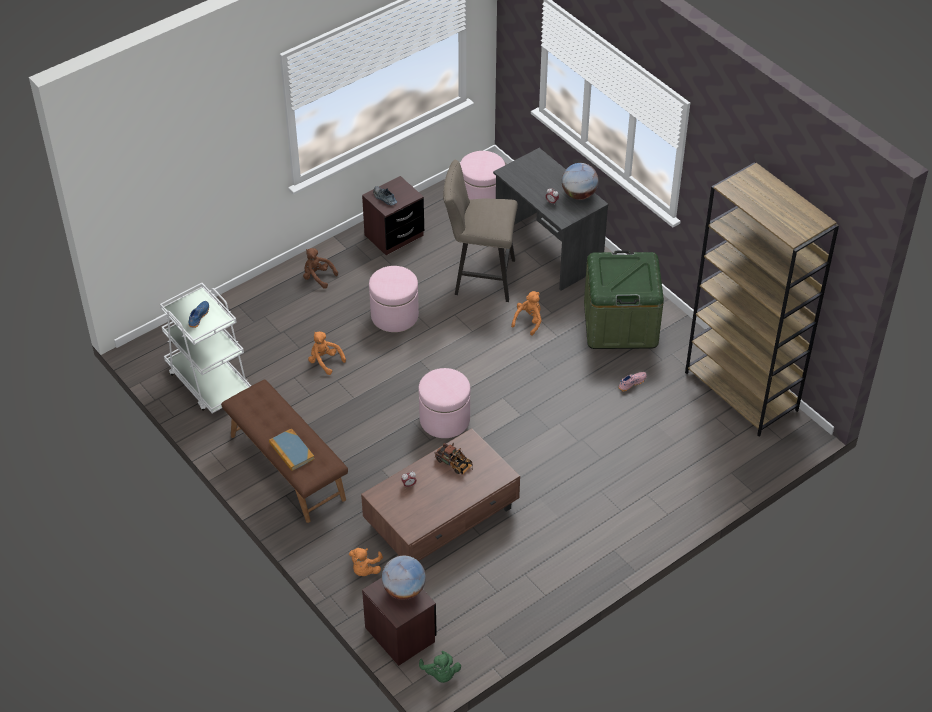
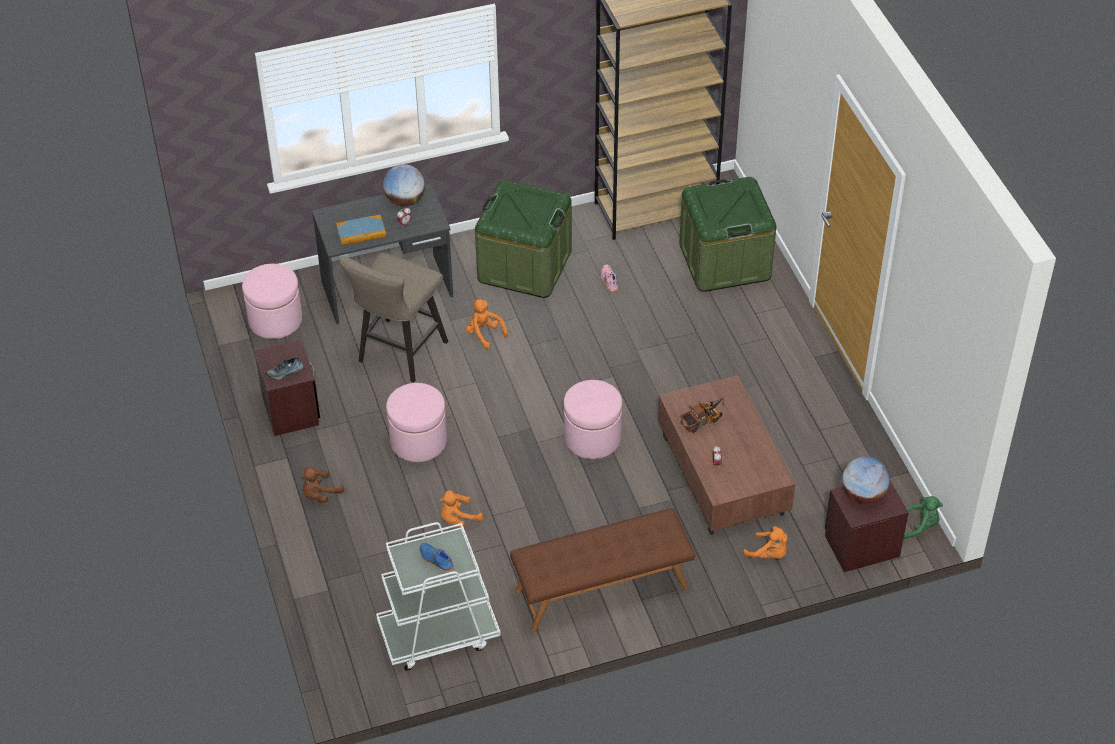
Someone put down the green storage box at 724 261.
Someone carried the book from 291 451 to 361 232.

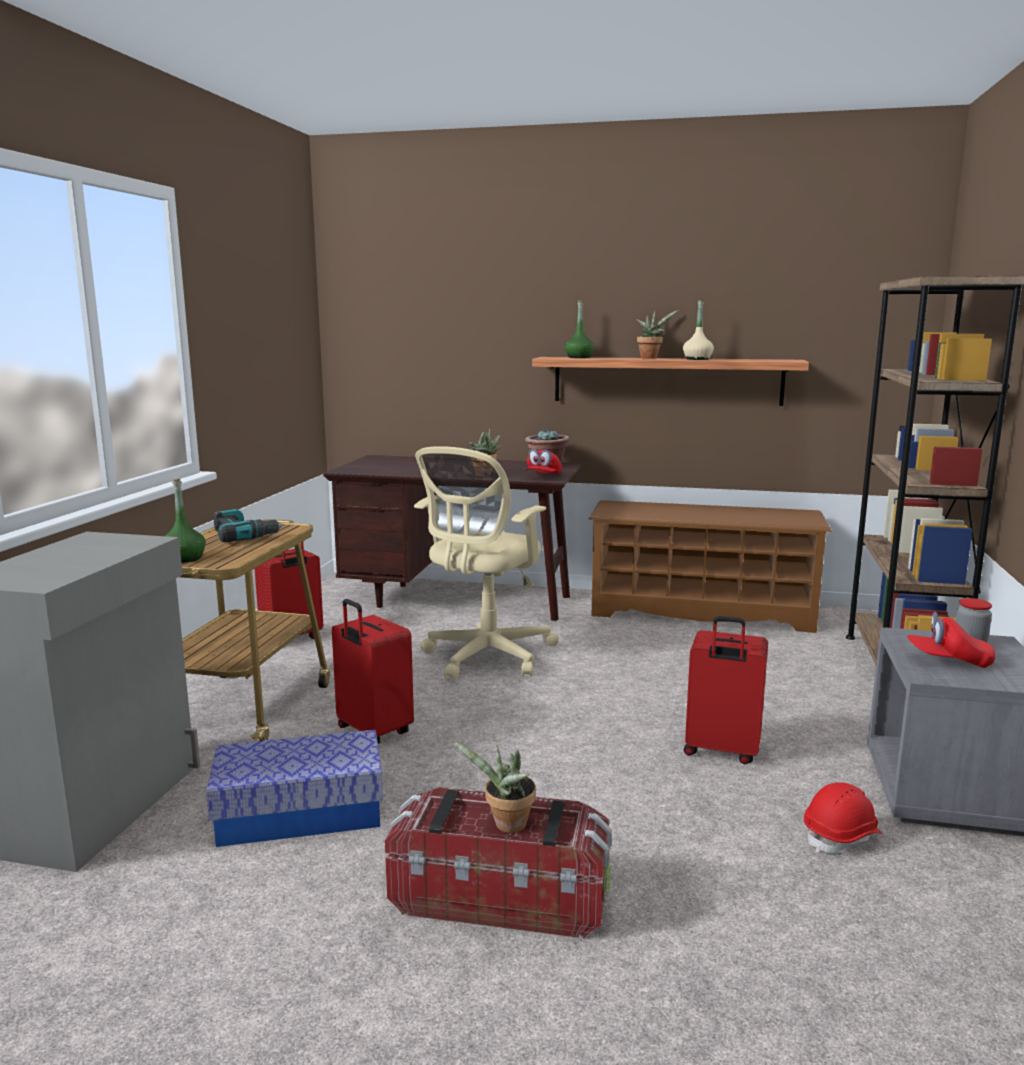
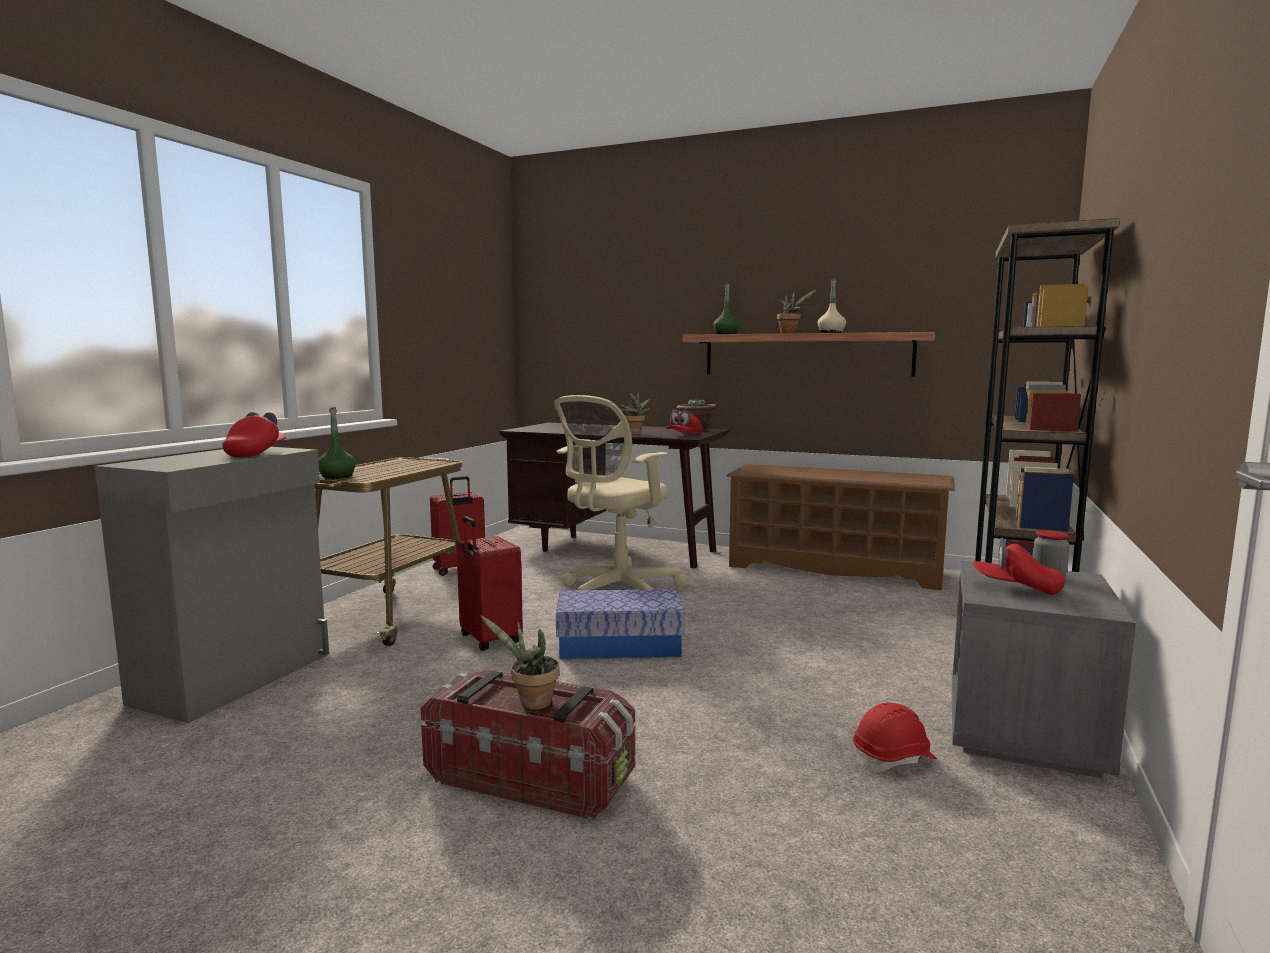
Someone took away the power drill at 244 536.
Someone took away the red suitcase at 721 751.
Someone put down the red cap at 256 453.
Someone carried the storage box from 300 813 to 620 645.

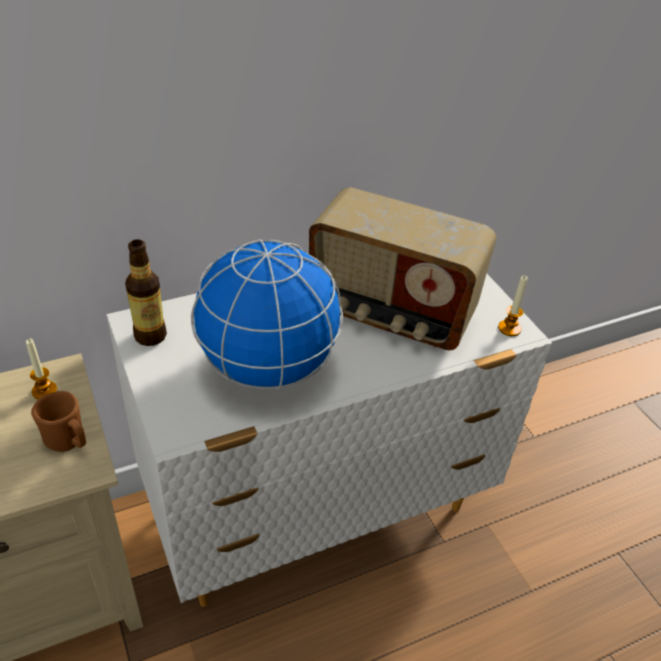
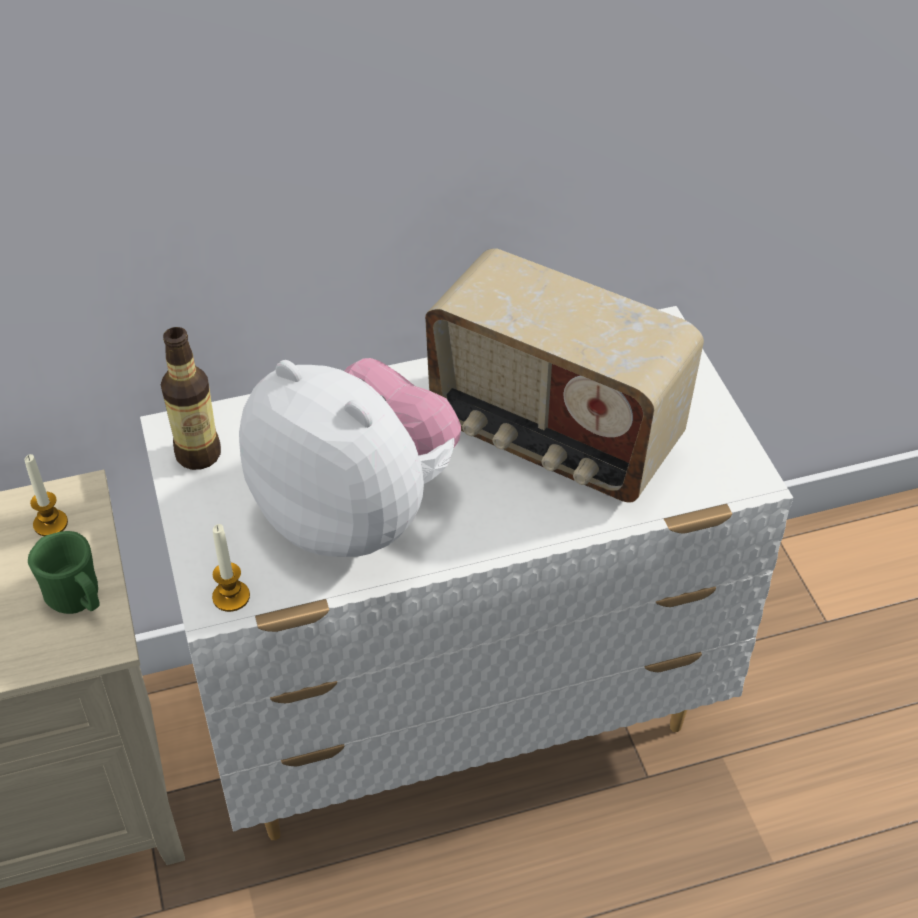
Someone carried the candle from 509 328 to 231 597.
Someone swapped the globe at 267 368 for the plush toy at 356 513.
Someone repainted the brown mug at 68 442, which became the green mug at 78 600.

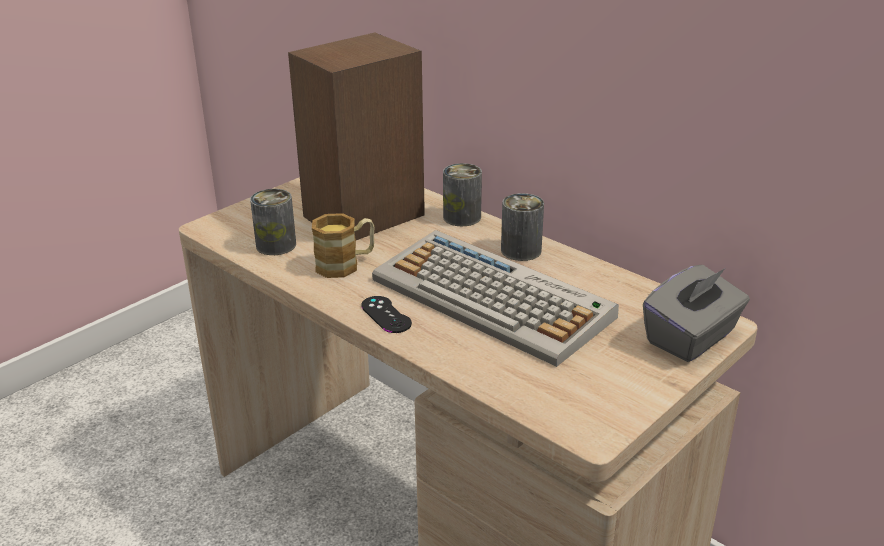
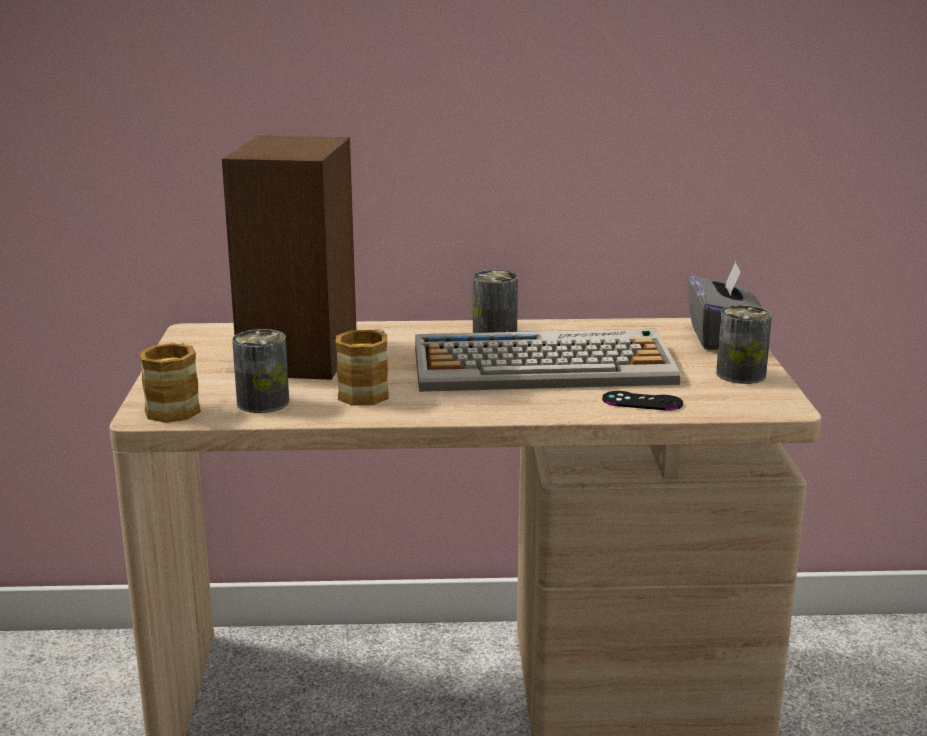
Someone put down the mug at 175 406.
Someone carried the black game controller from 386 315 to 642 401.
Someone carried the can from 462 217 to 740 374.

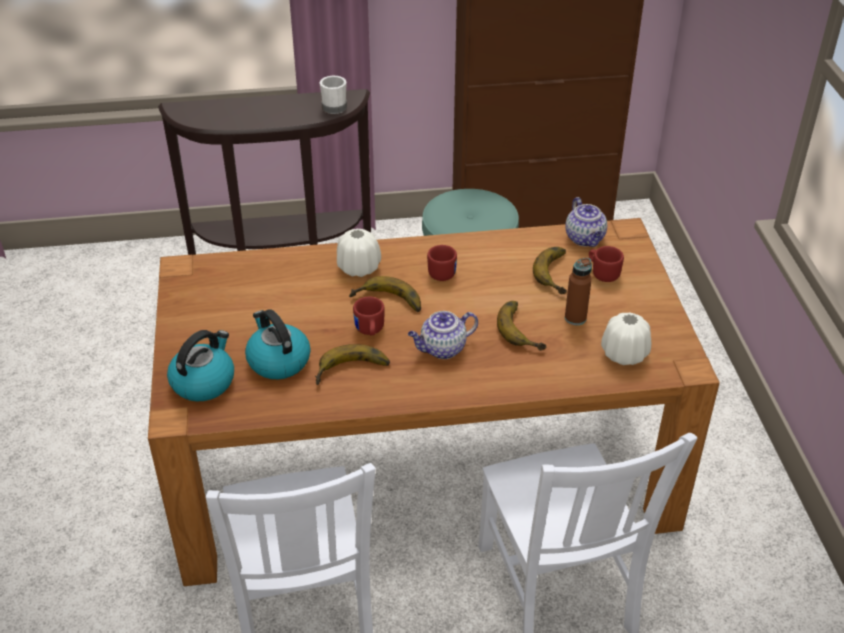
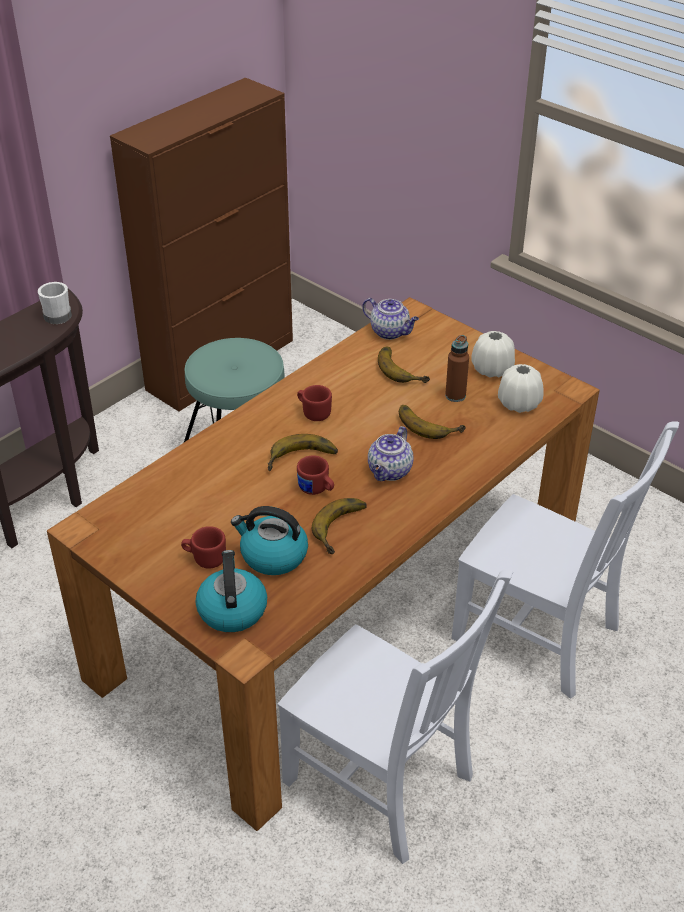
Someone carried the white vase from 358 268 to 492 369.
Someone carried the red mug from 602 273 to 205 558.

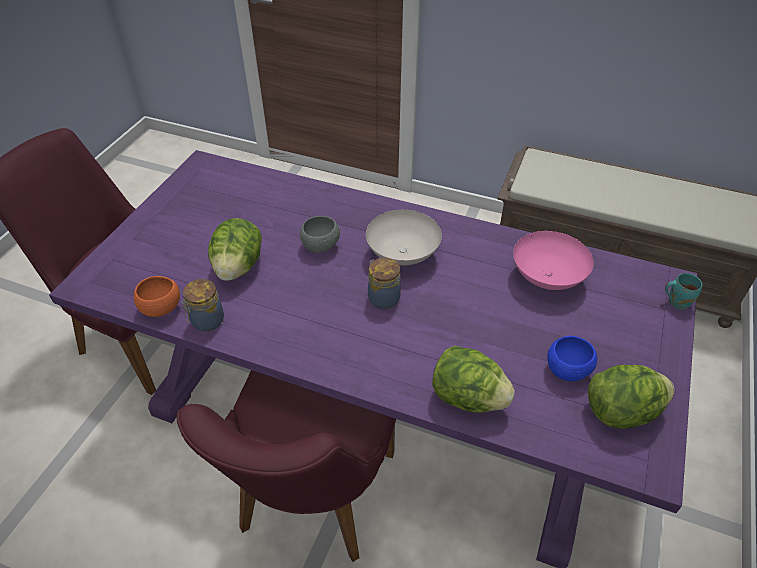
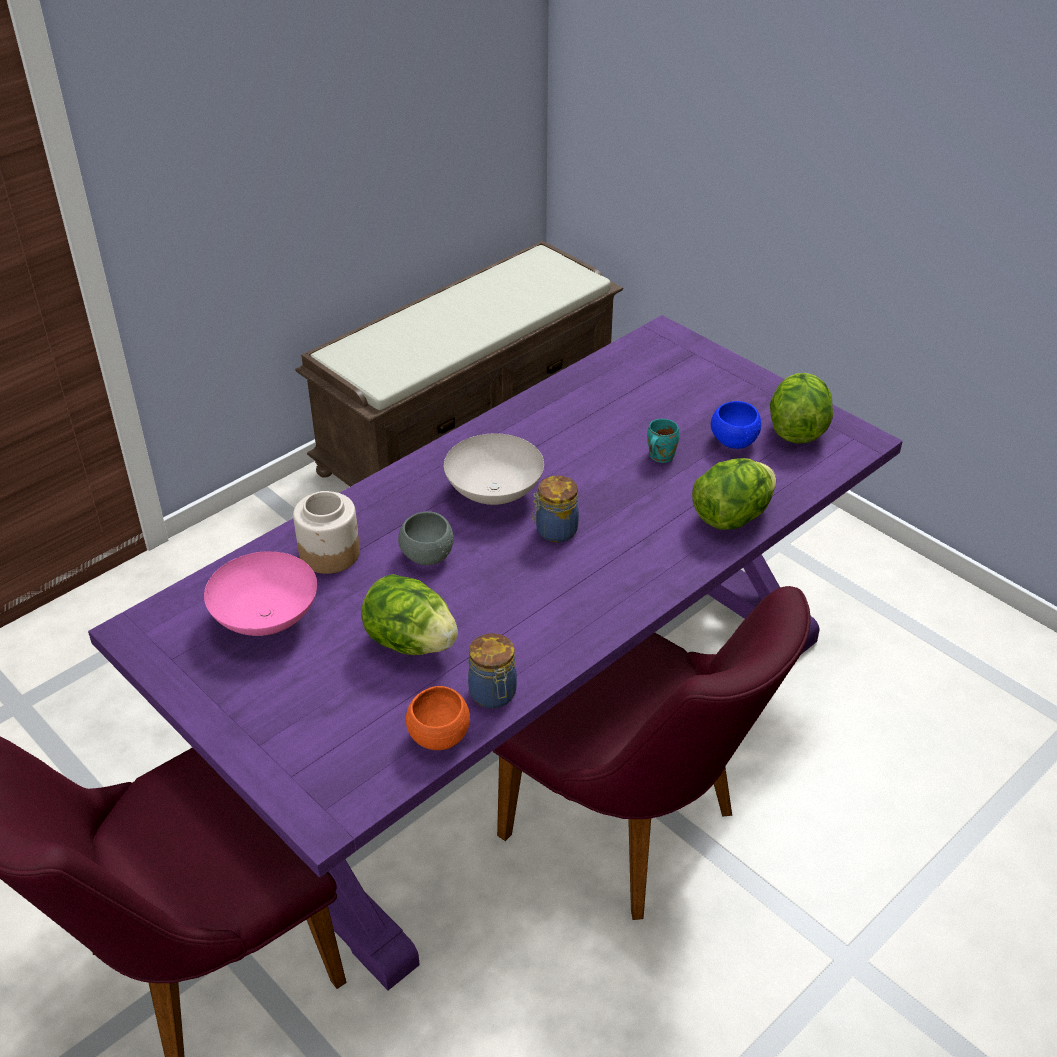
Someone put down the jar at 330 553.
Someone carried the pink bowl from 547 277 to 265 617.
Someone carried the turquoise mug from 677 301 to 659 456.

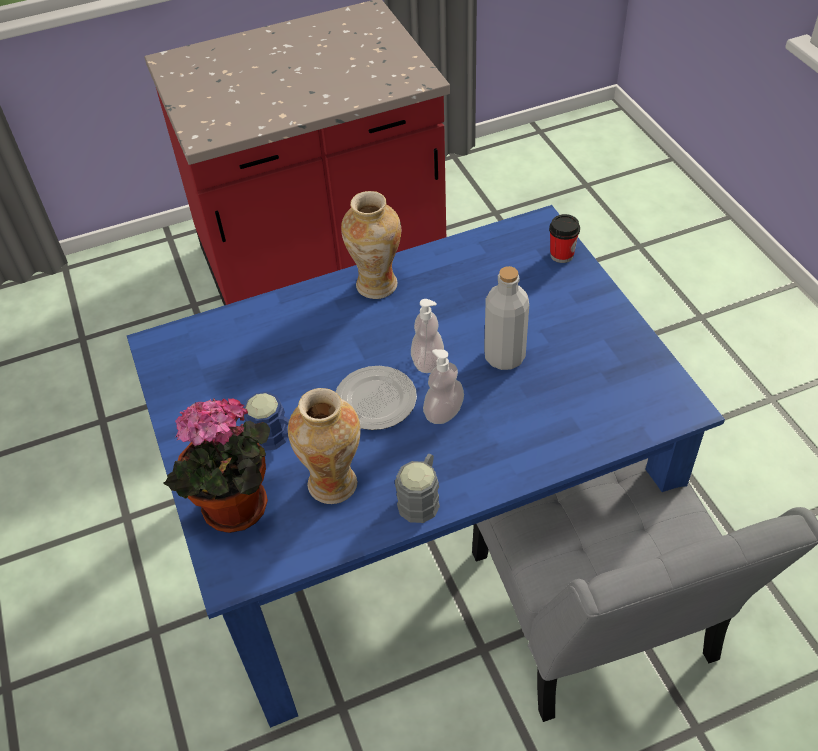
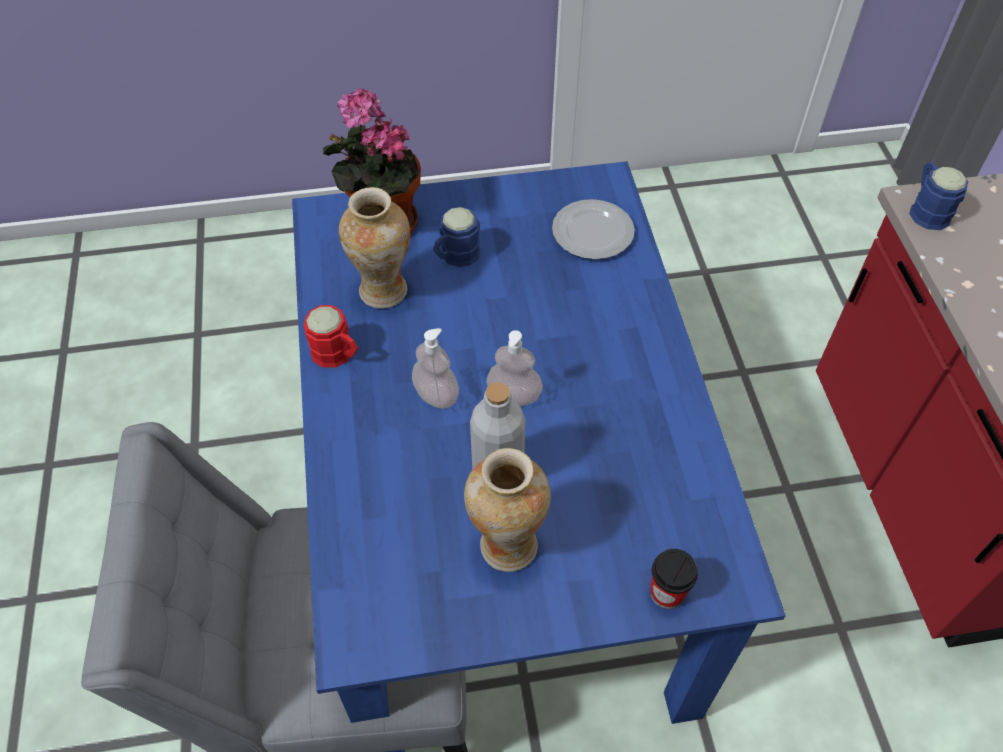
Someone put down the blue mug at 926 209.
Someone carried the plate from 376 401 to 591 233.
Someone carried the vase from 376 286 to 506 545.
Someone repainted the grey mug at 421 498, which became the red mug at 338 355.

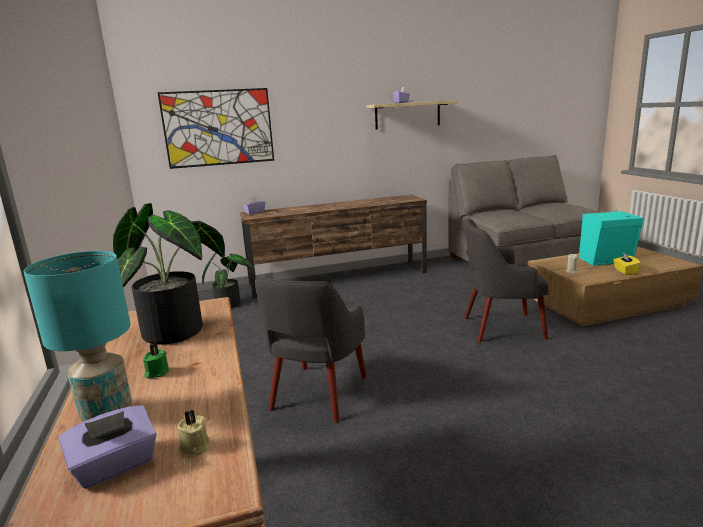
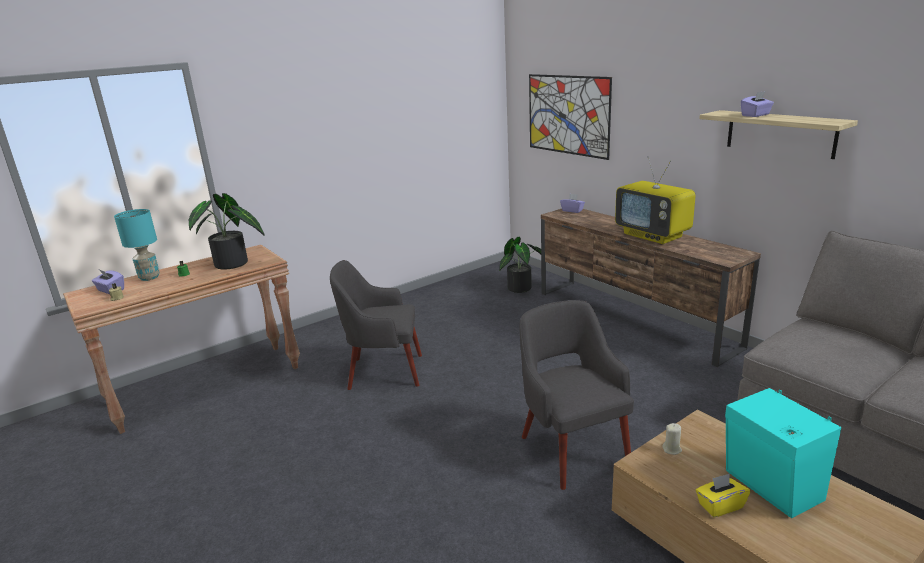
Someone put down the television at 653 235.

